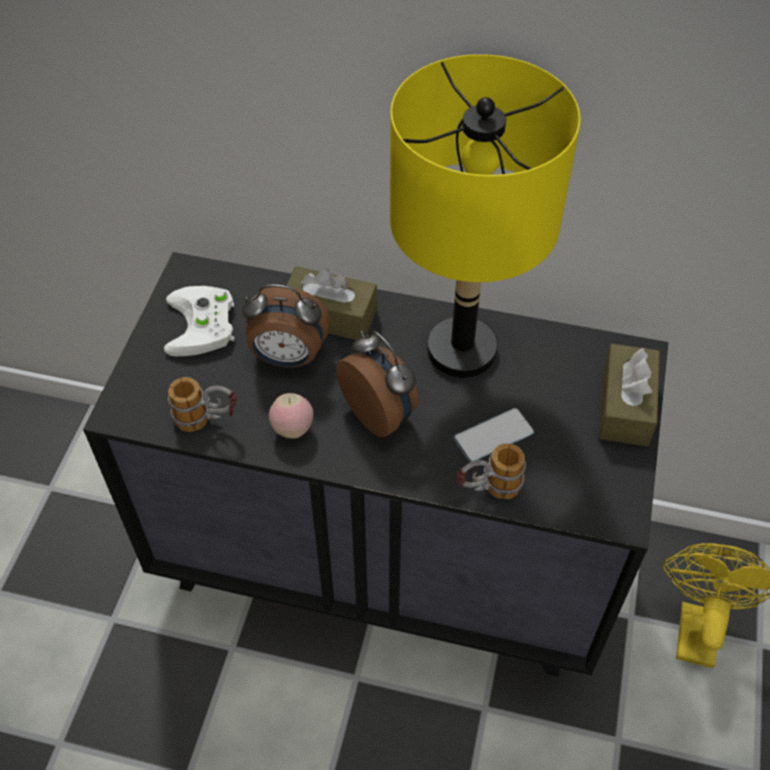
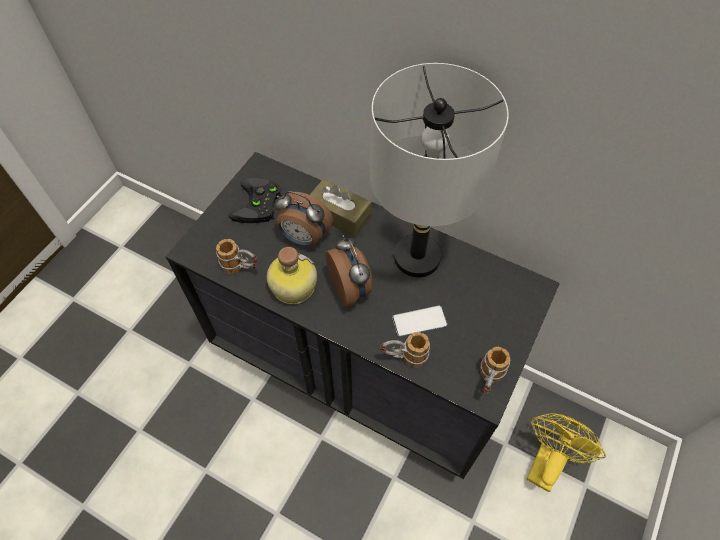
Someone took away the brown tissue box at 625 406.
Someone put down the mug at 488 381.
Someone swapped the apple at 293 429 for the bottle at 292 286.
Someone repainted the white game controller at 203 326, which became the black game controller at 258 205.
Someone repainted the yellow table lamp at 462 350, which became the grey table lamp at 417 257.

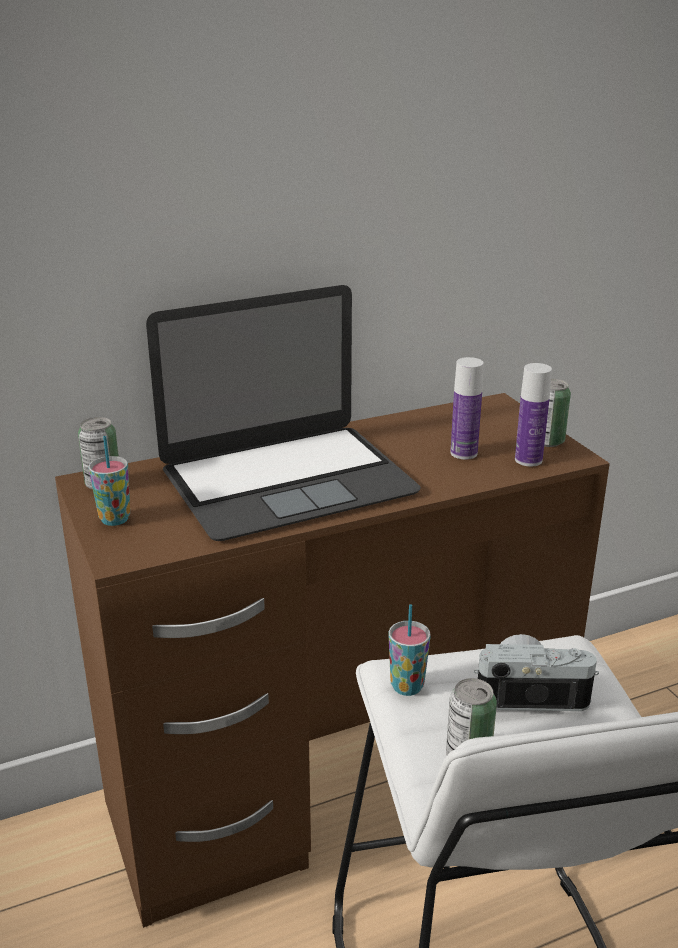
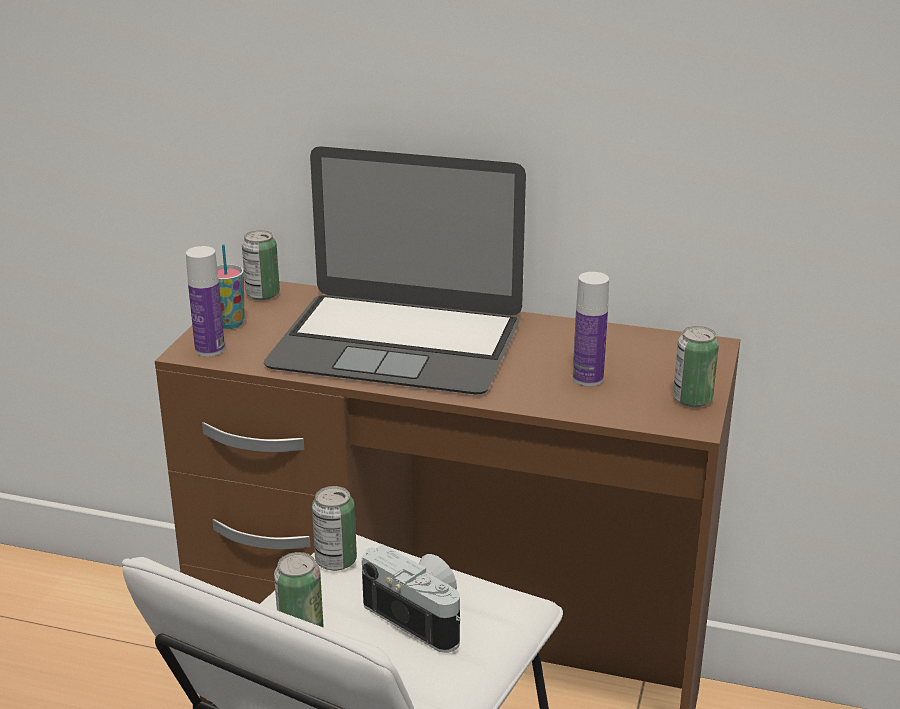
Someone carried the bottle from 528 460 to 210 349.
Someone swapped the cup at 407 686 for the can at 336 561.

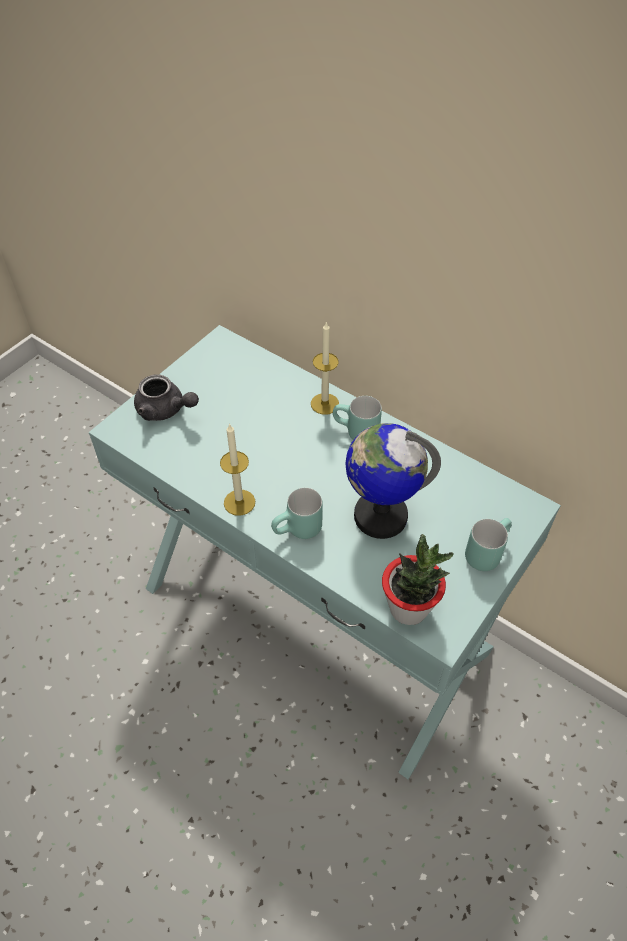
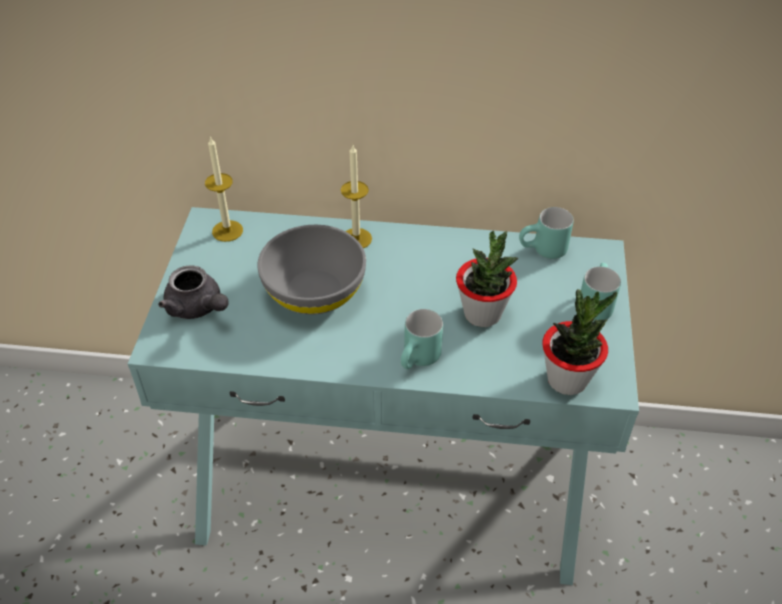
Someone put down the grey bowl at 314 291.
Someone carried the candle from 239 502 to 227 231.
Someone carried the turquoise mug from 355 433 to 543 252.
Someone swapped the globe at 380 515 for the potted plant at 482 314.
Someone rotated the grey teapot at 165 410 by 45 degrees clockwise.

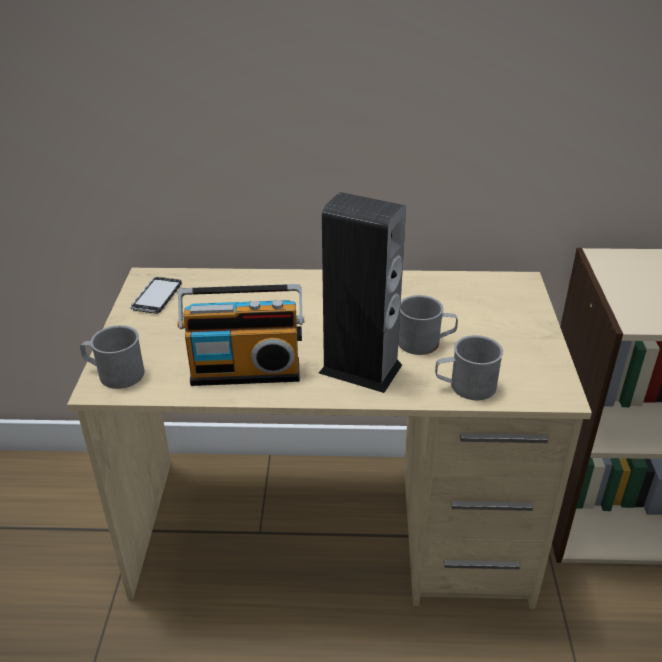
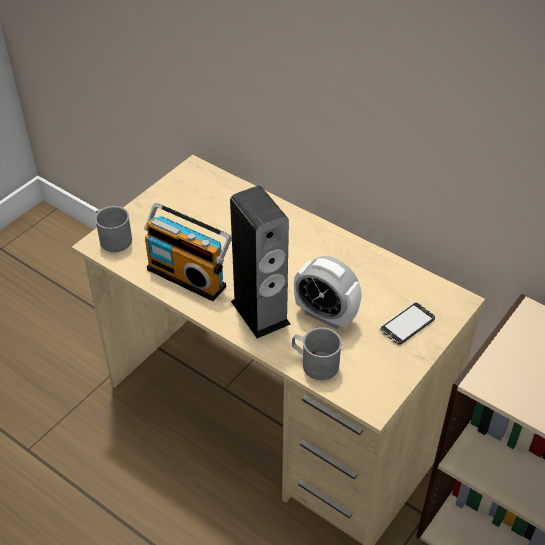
Someone carried the phone from 156 297 to 407 324.
Someone swapped the grey mug at 425 342 for the alarm clock at 325 315.

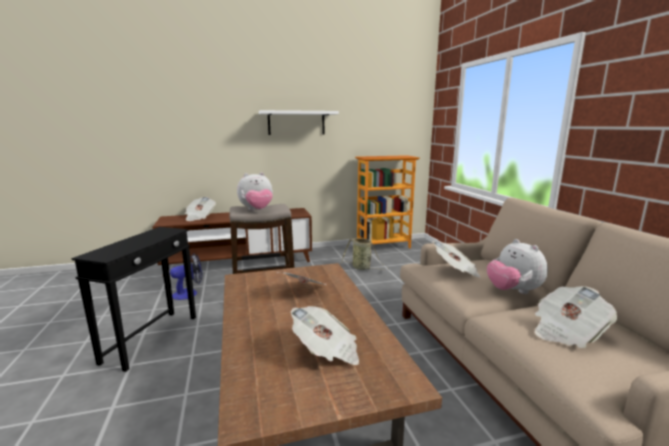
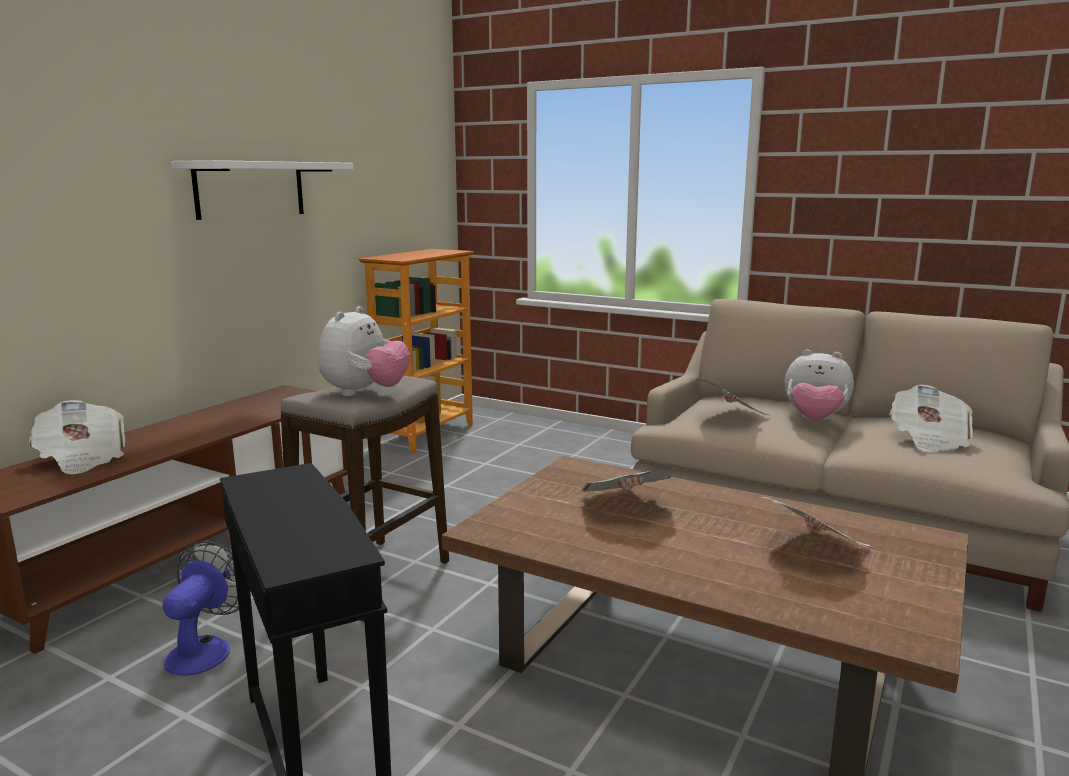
Someone took away the basket at 362 268.

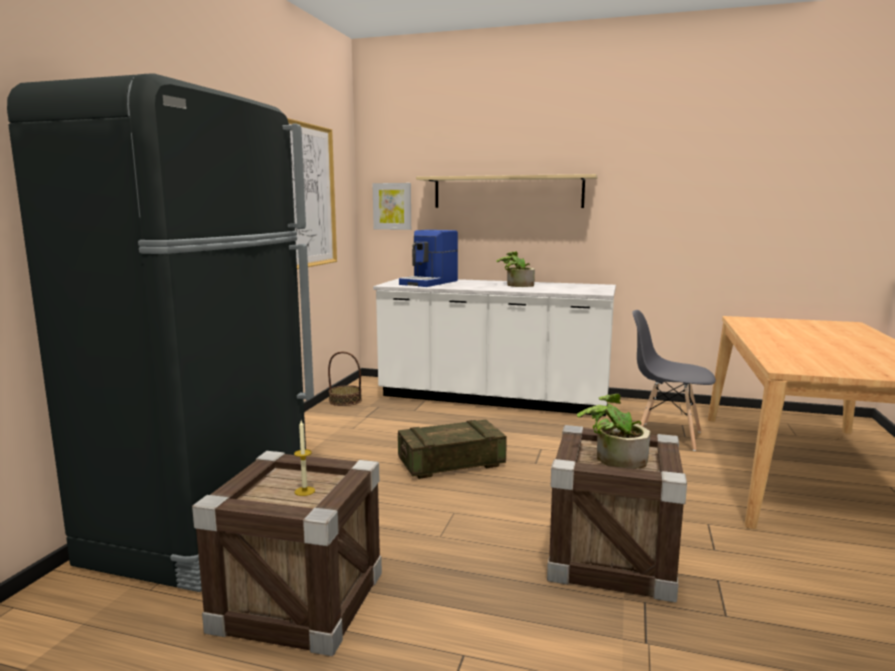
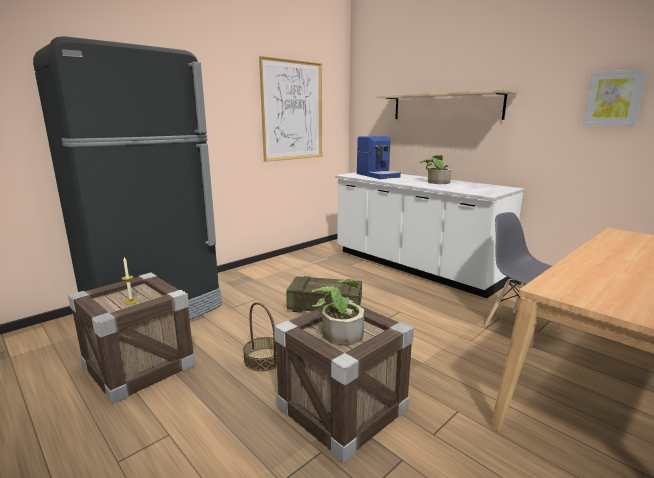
Someone carried the basket from 345 401 to 264 359.
Someone carried the picture from 392 206 to 613 98.
Someone rotated the coffee machine at 430 282 by 90 degrees counterclockwise.

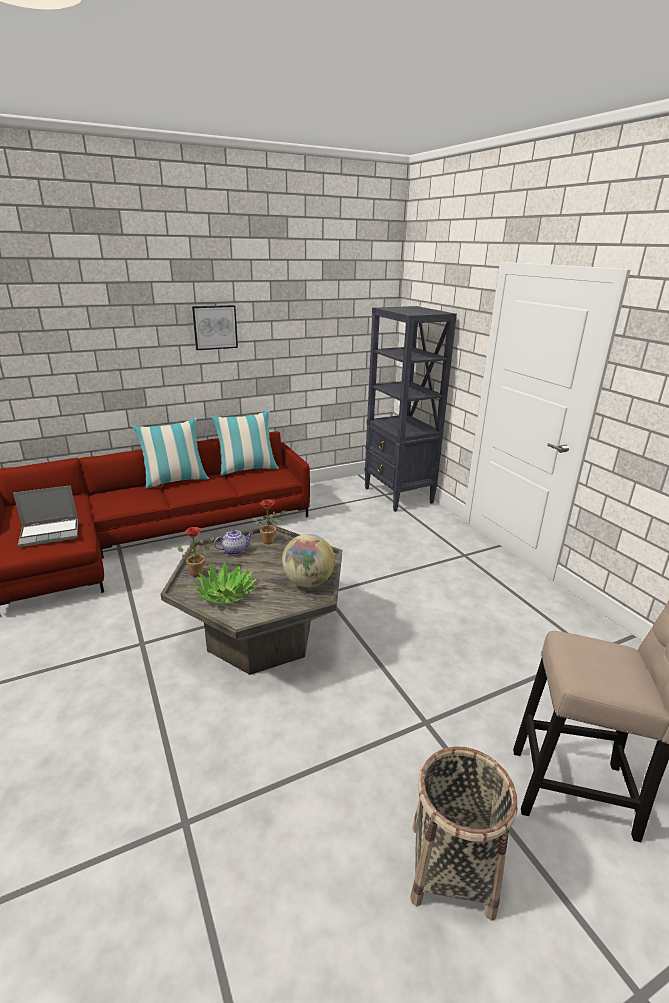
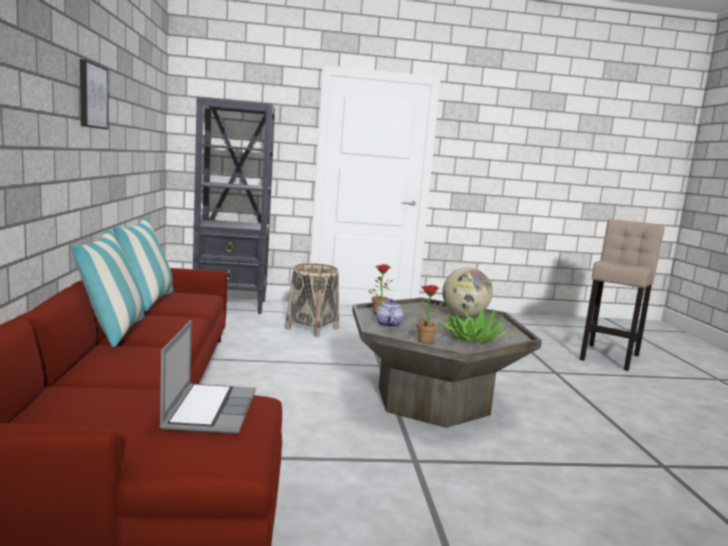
Someone carried the basket from 452 868 to 312 328.

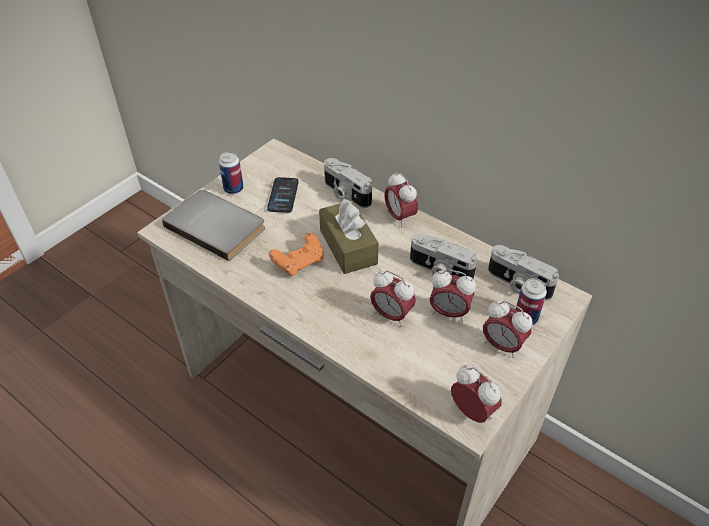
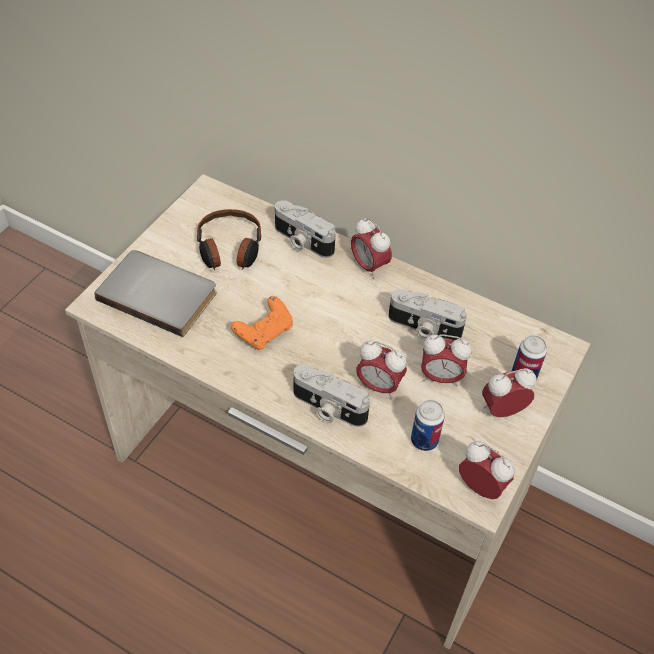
Someone took away the brown tissue box at 348 247.
Someone carried the can from 233 189 to 424 440.
Someone carried the photo camera from 517 284 to 328 408.
Someone swapped the phone at 283 195 for the headphones at 229 249.
Someone rotated the alarm clock at 502 345 by 135 degrees clockwise.

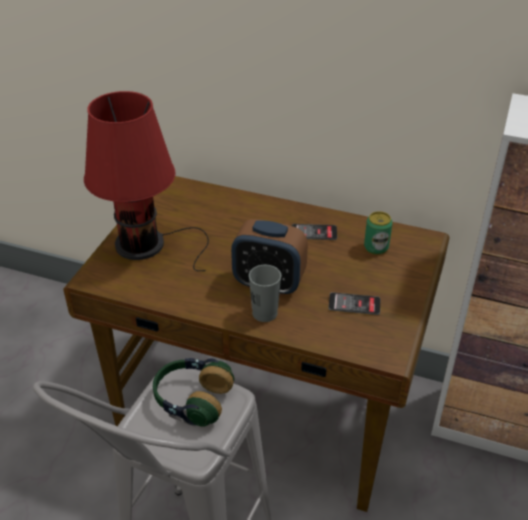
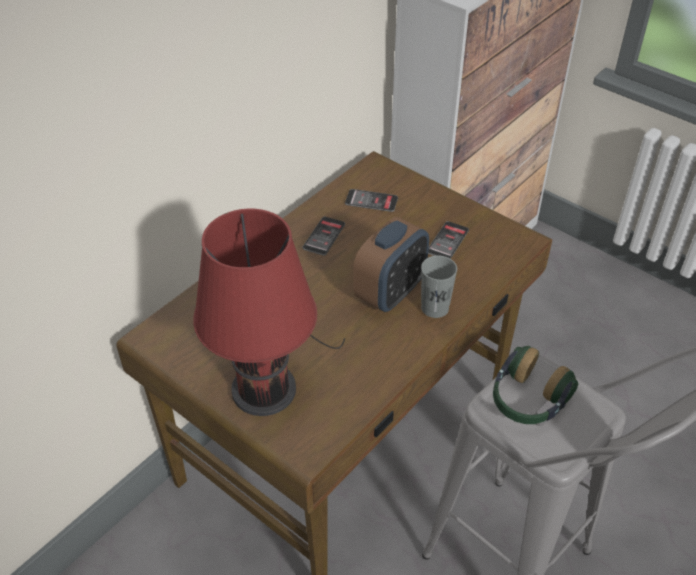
Someone swapped the can at 376 247 for the phone at 371 201.

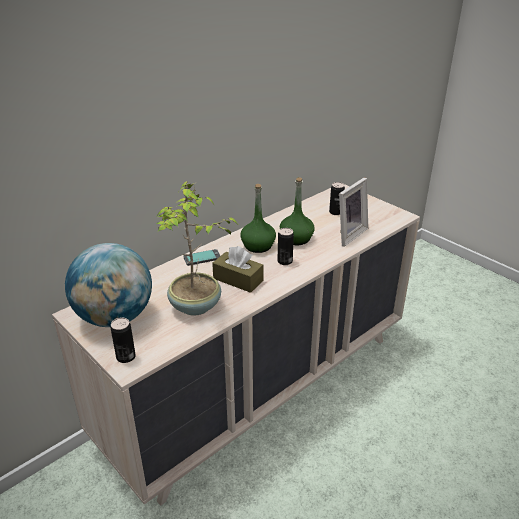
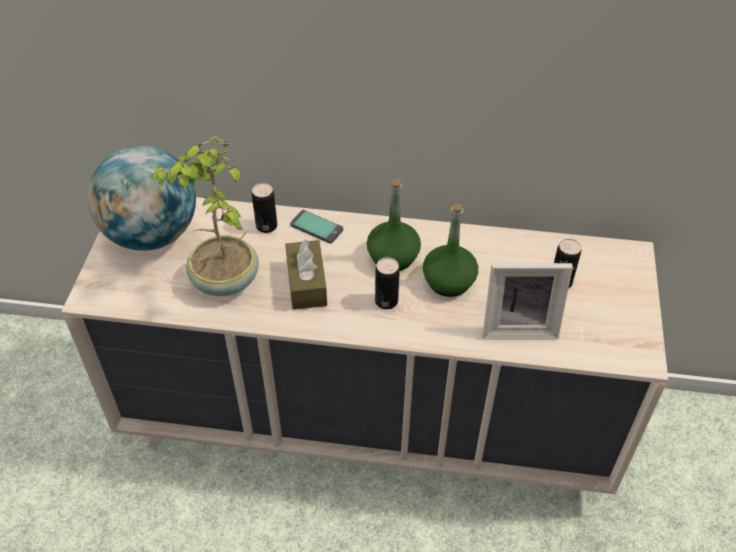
Someone carried the can from 126 357 to 266 226.

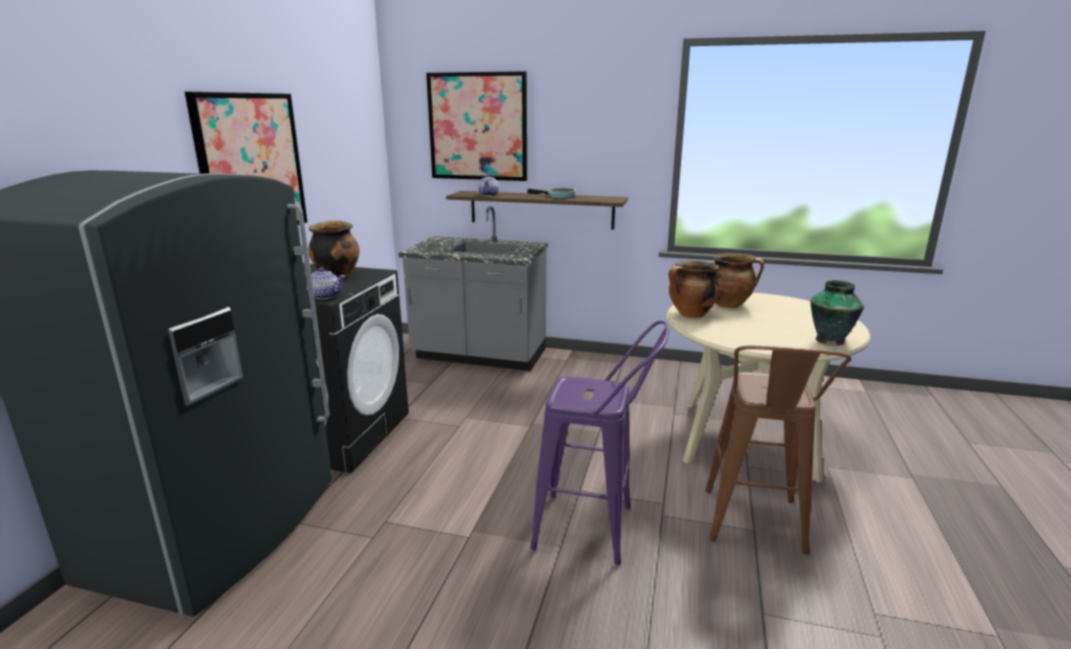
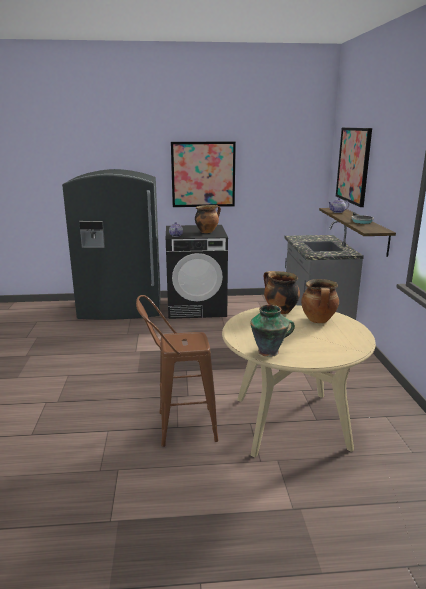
Someone took away the purple stool at 595 530.

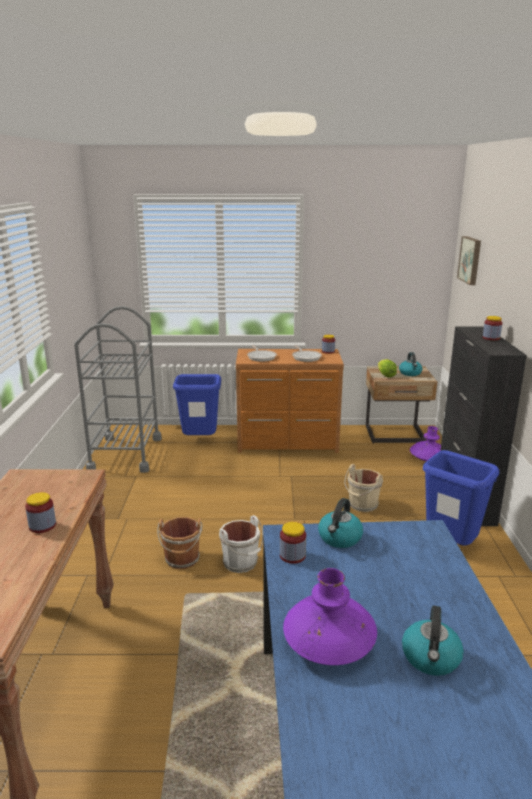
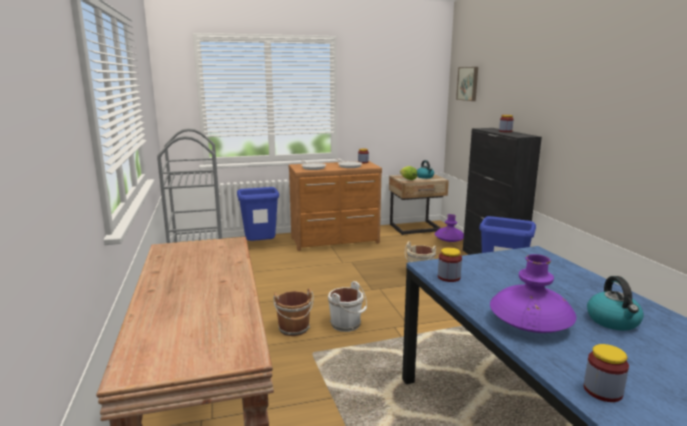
Someone took away the kettle at 340 538.
Someone carried the jar from 42 526 to 602 391.

